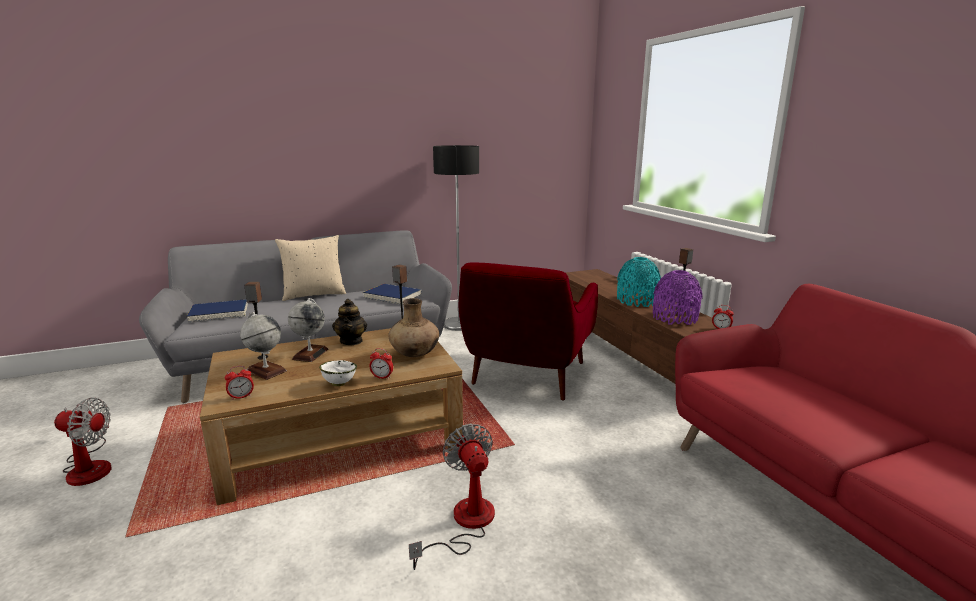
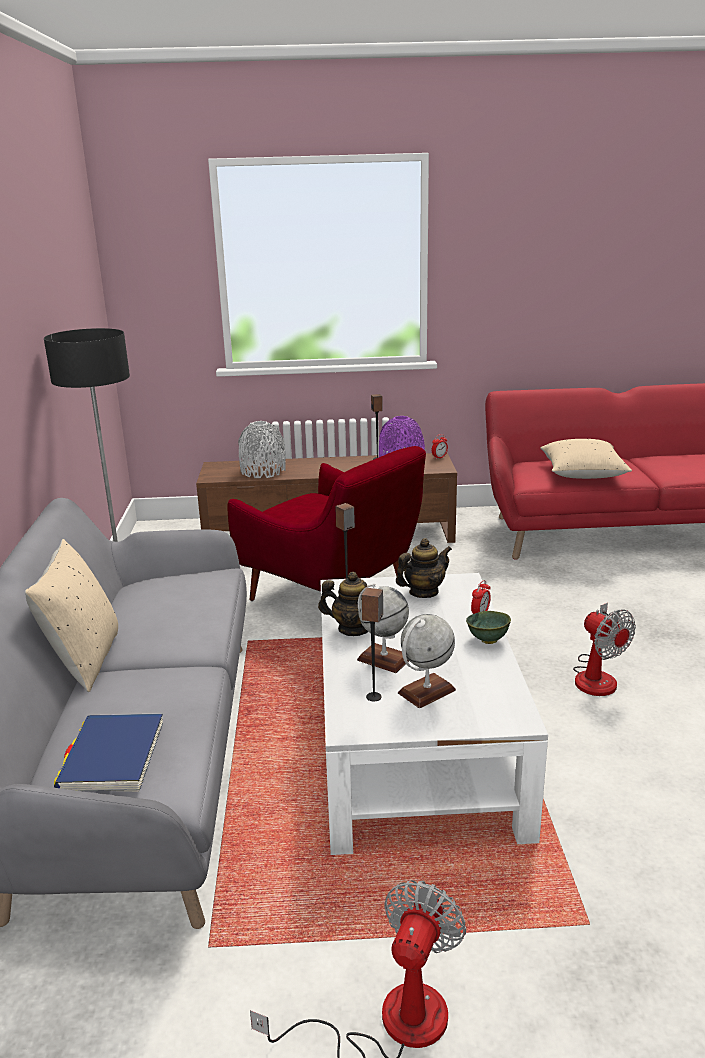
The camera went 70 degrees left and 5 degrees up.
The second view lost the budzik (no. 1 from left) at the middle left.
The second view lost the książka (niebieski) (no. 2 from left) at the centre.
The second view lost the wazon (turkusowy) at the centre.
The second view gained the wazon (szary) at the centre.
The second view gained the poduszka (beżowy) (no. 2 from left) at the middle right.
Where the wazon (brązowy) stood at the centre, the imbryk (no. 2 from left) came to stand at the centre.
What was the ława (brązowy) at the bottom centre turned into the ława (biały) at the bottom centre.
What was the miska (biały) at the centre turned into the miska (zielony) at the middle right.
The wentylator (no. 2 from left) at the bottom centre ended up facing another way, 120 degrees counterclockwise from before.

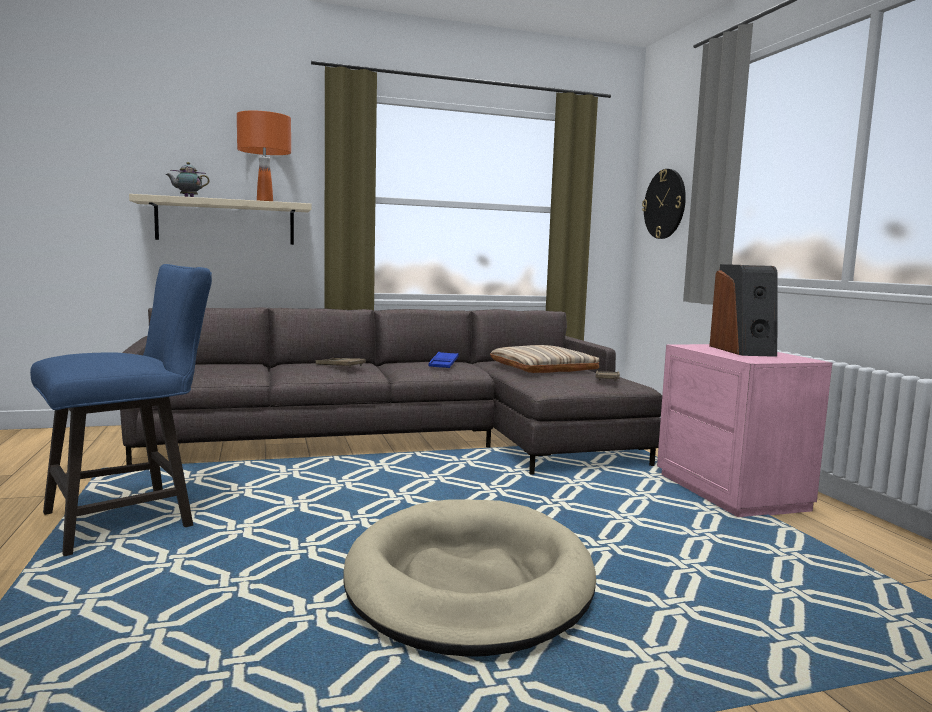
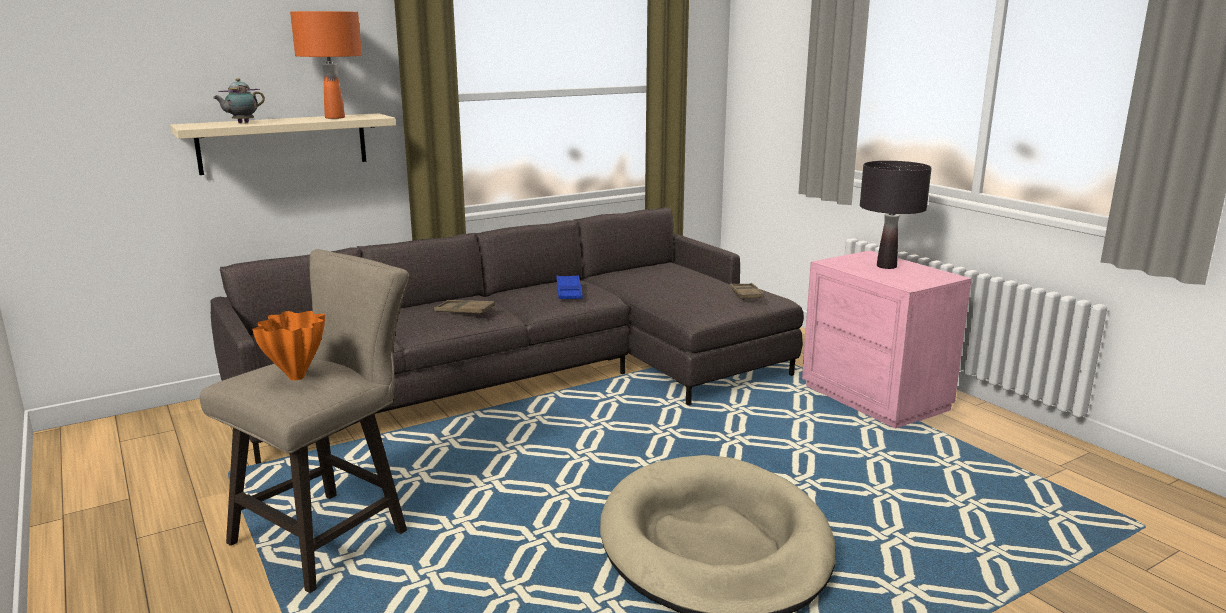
The camera went 15 degrees left and 10 degrees up.
The second view lost the poduszka (beżowy) at the centre.
The second view lost the zegar ścienny at the top right.
The second view gained the wazon (pomarańczowy) at the middle left.
Where the głośnik stood at the middle right, the lampa stołowa (czarny) came to stand at the middle right.
What was the stołek (niebieski) at the middle left turned into the stołek (beżowy) at the bottom left.

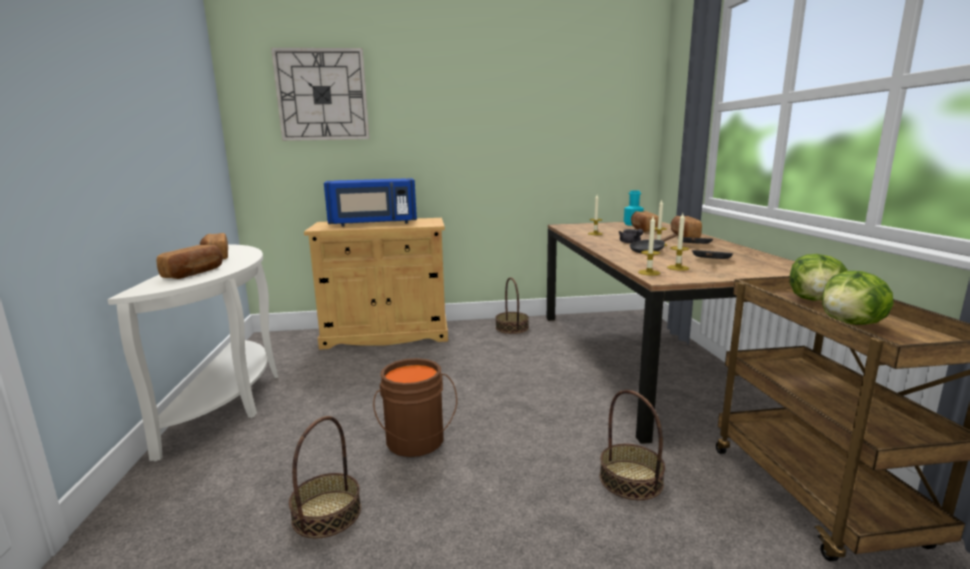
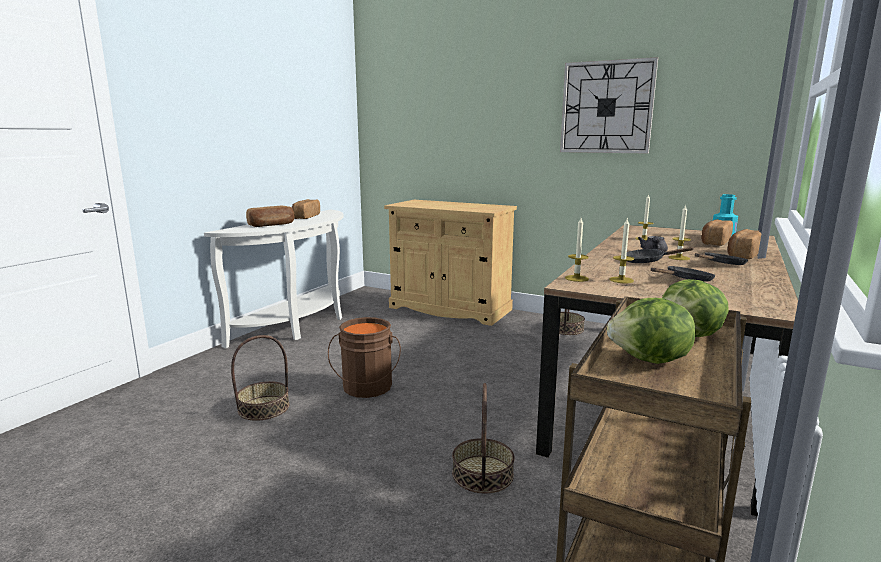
The camera went 35 degrees right and 0 degrees up.
The second view lost the mikrofalówka (niebieski) at the centre.
The zegar ścienny ended up elsewhere, having gone from the top left to the top right.

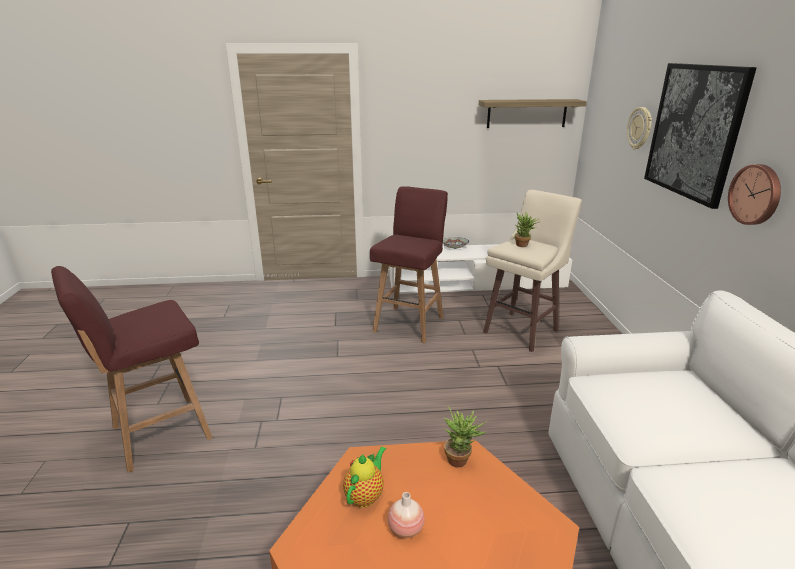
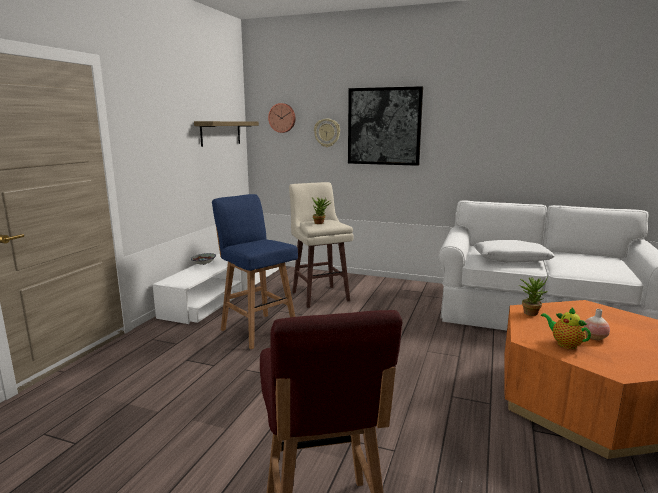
The camera went 65 degrees left and 10 degrees down.
The second view gained the poduszka (biały) at the middle right.
The zegar ścienny (no. 2 from left in the first image) ended up elsewhere, having gone from the middle right to the top centre.
What was the stołek (czerwony) (no. 2 from left) at the centre turned into the stołek (niebieski) at the centre.

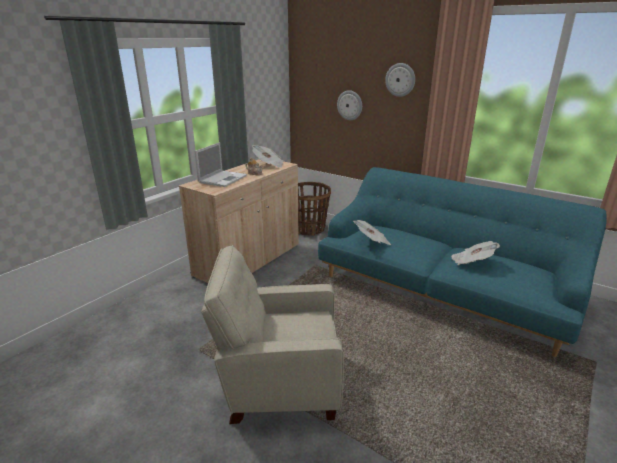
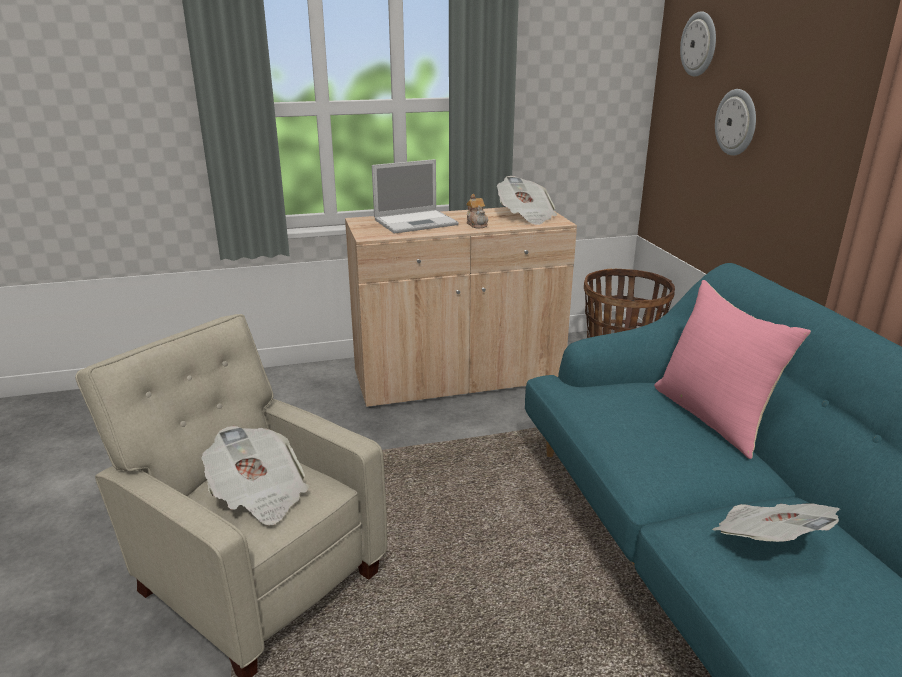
The camera went 40 degrees right and 0 degrees up.
The second view gained the poduszka (różowy) at the middle right.
The gazeta (no. 2 from left in the first image) ended up elsewhere, having gone from the centre to the bottom left.
The zegar ścienny (no. 2 from left in the first image) ended up elsewhere, having gone from the top centre to the top right.

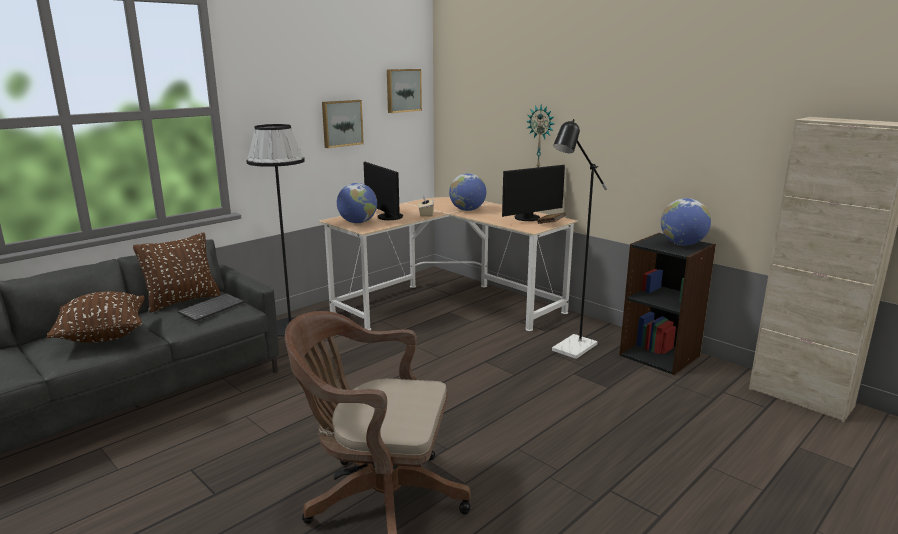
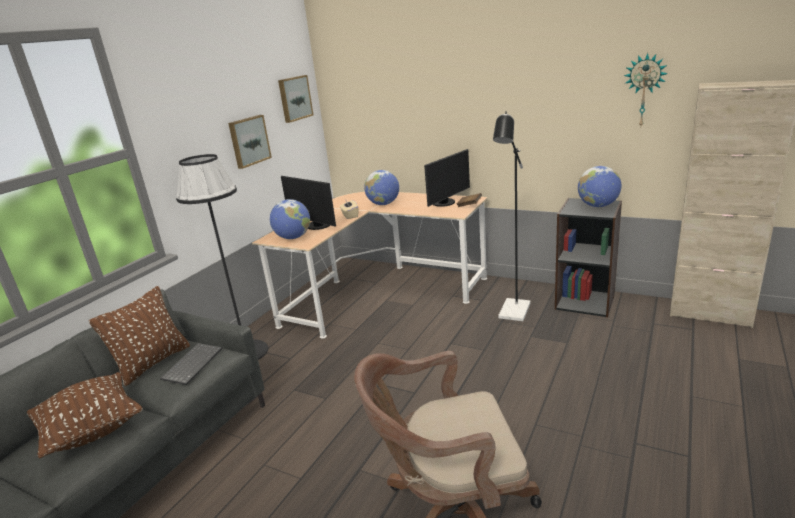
The camera went 15 degrees left and 5 degrees up.
The zegar ścienny ended up elsewhere, having gone from the top centre to the top right.

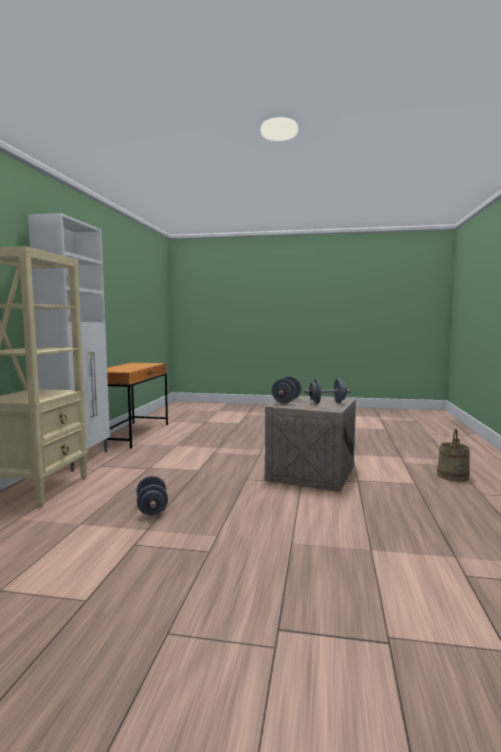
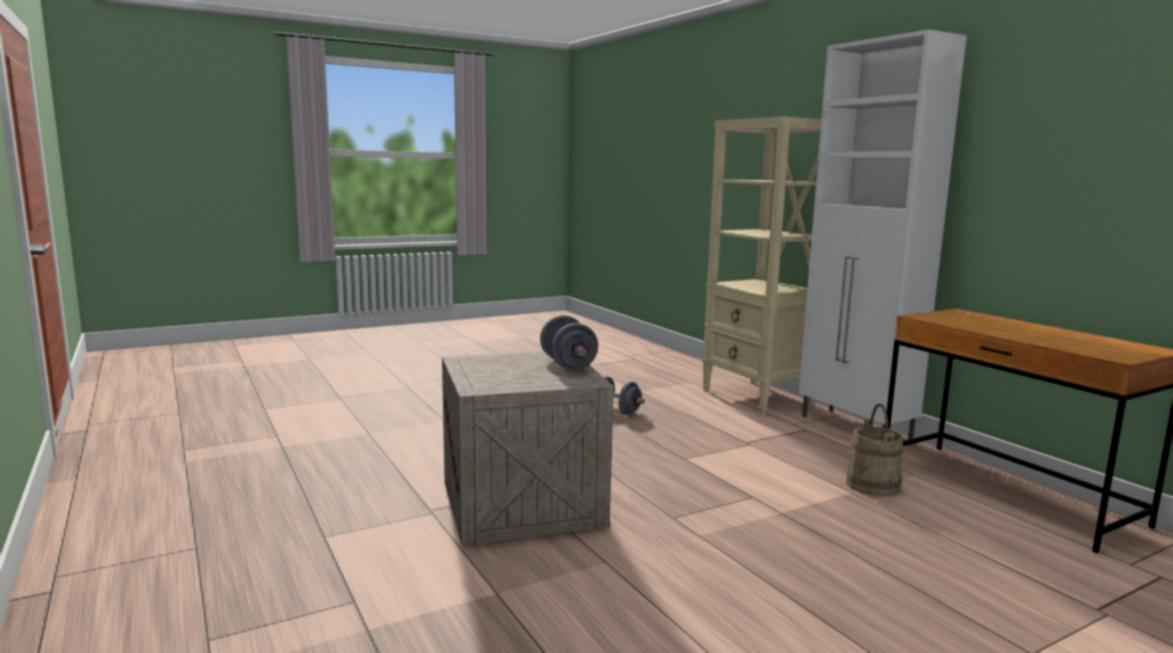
The camera went 140 degrees right and 5 degrees up.
The second view lost the hantel (szary) (no. 3 from left) at the centre.
The wiadro (beżowy) ended up elsewhere, having gone from the middle right to the bottom right.

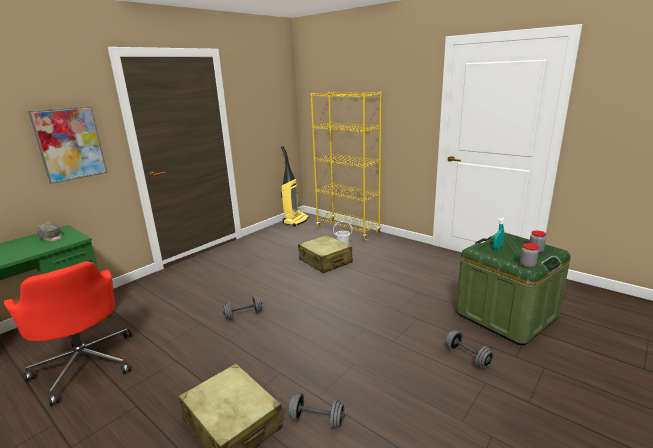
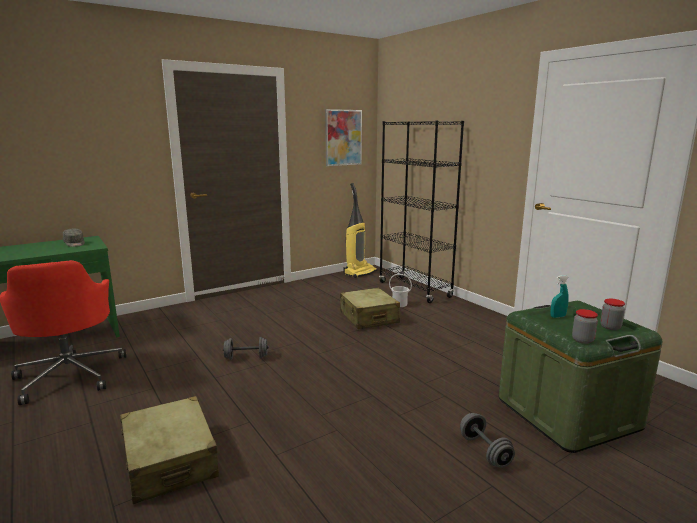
The camera went 15 degrees right and 5 degrees down.
The second view lost the hantel (szary) (no. 2 from left) at the bottom centre.
The obraz ended up elsewhere, having gone from the top left to the top centre.
What was the regał (żółty) at the centre turned into the regał (czarny) at the centre.

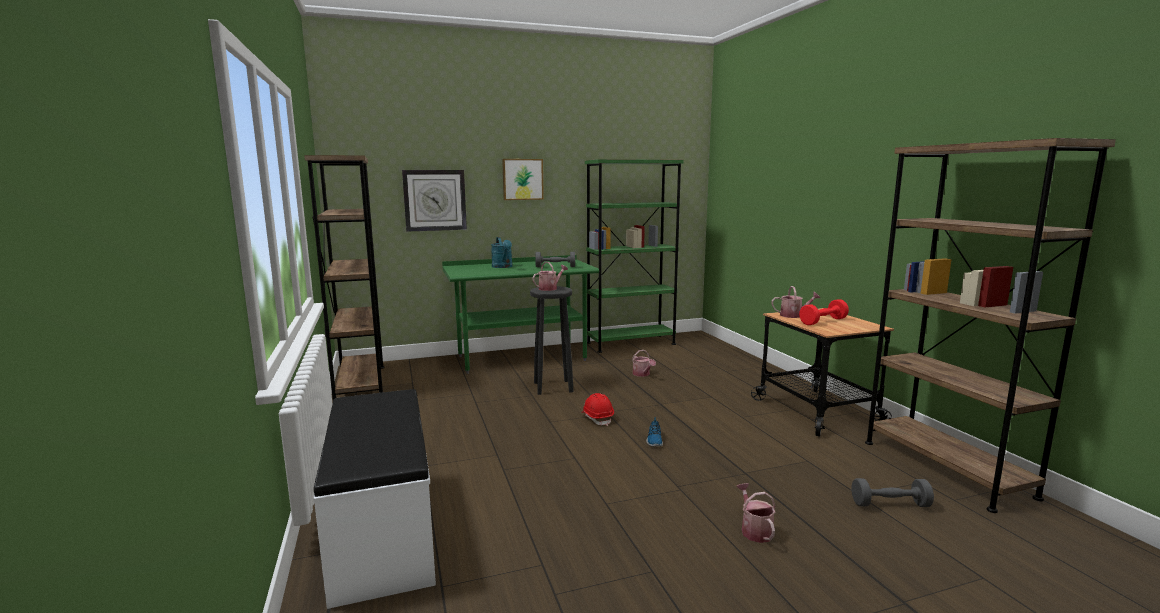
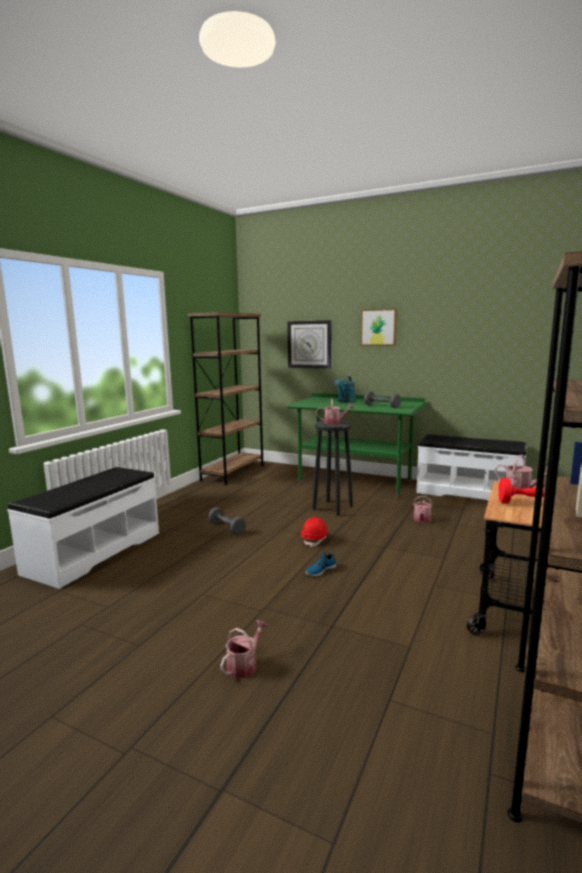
The camera went 45 degrees right and 0 degrees up.
The hantel (szary) (no. 2 from left in the first image) ended up elsewhere, having gone from the bottom right to the centre.
Where the regał (zielony) stood at the centre, the ławka (biały) (no. 2 from left) came to stand at the middle right.

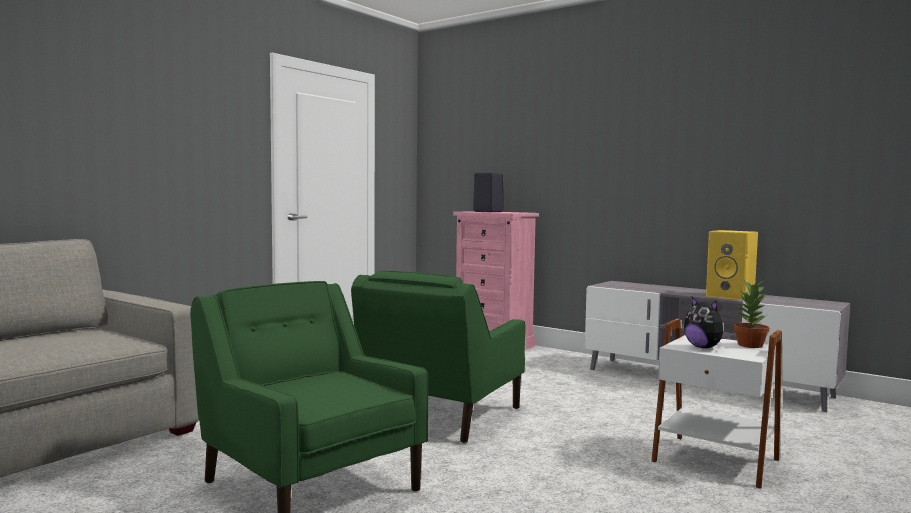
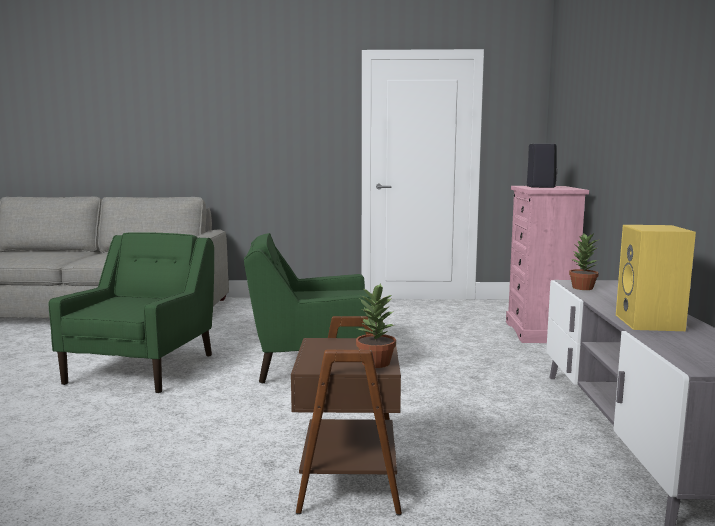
The camera went 55 degrees right and 5 degrees up.
The second view lost the pluszak at the middle right.
The second view gained the roślina doniczkowa (no. 2 from left) at the middle right.
What was the stolik (biały) at the bottom right turned into the stolik (brązowy) at the bottom centre.

